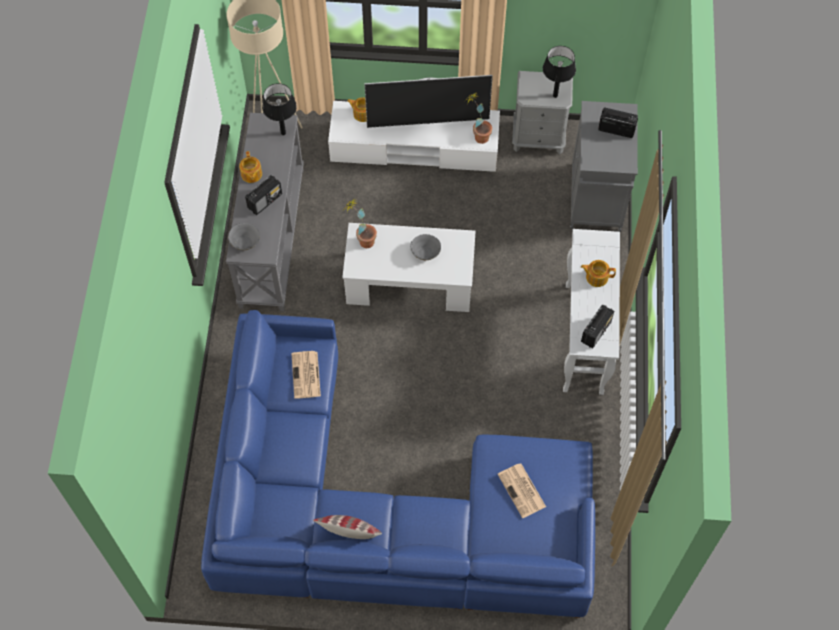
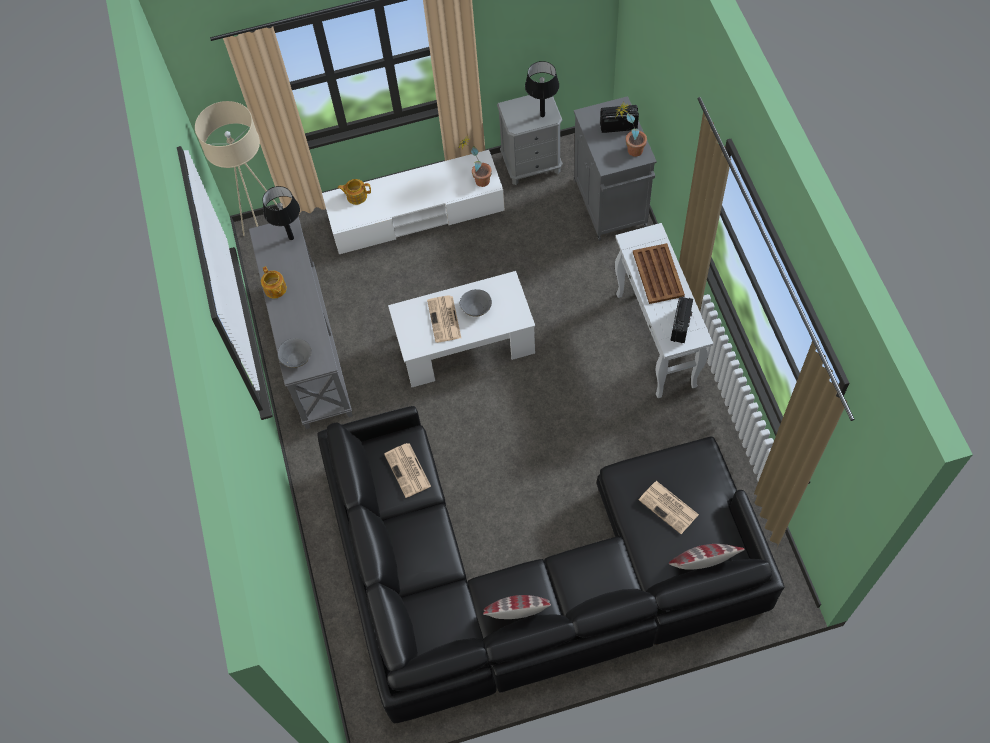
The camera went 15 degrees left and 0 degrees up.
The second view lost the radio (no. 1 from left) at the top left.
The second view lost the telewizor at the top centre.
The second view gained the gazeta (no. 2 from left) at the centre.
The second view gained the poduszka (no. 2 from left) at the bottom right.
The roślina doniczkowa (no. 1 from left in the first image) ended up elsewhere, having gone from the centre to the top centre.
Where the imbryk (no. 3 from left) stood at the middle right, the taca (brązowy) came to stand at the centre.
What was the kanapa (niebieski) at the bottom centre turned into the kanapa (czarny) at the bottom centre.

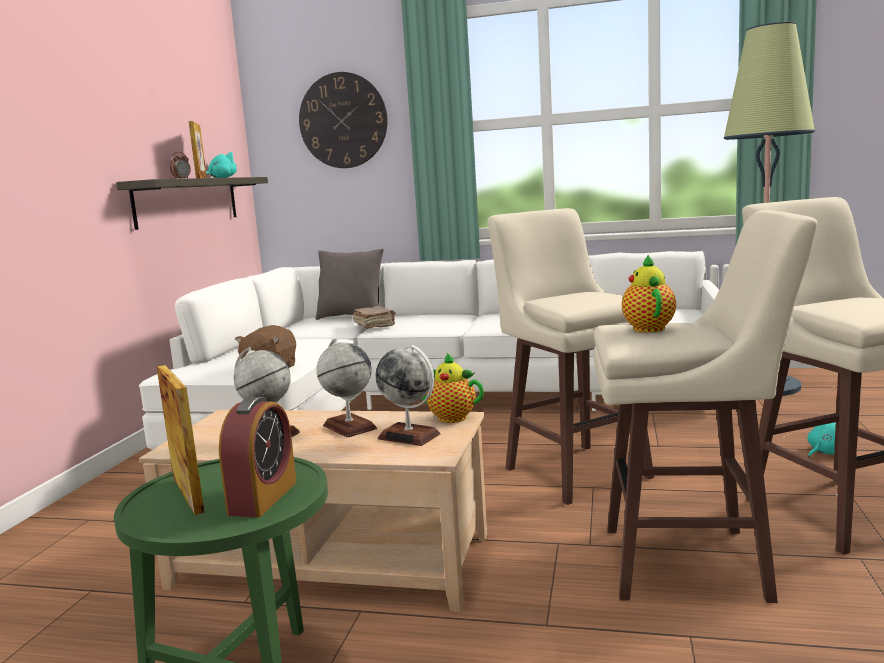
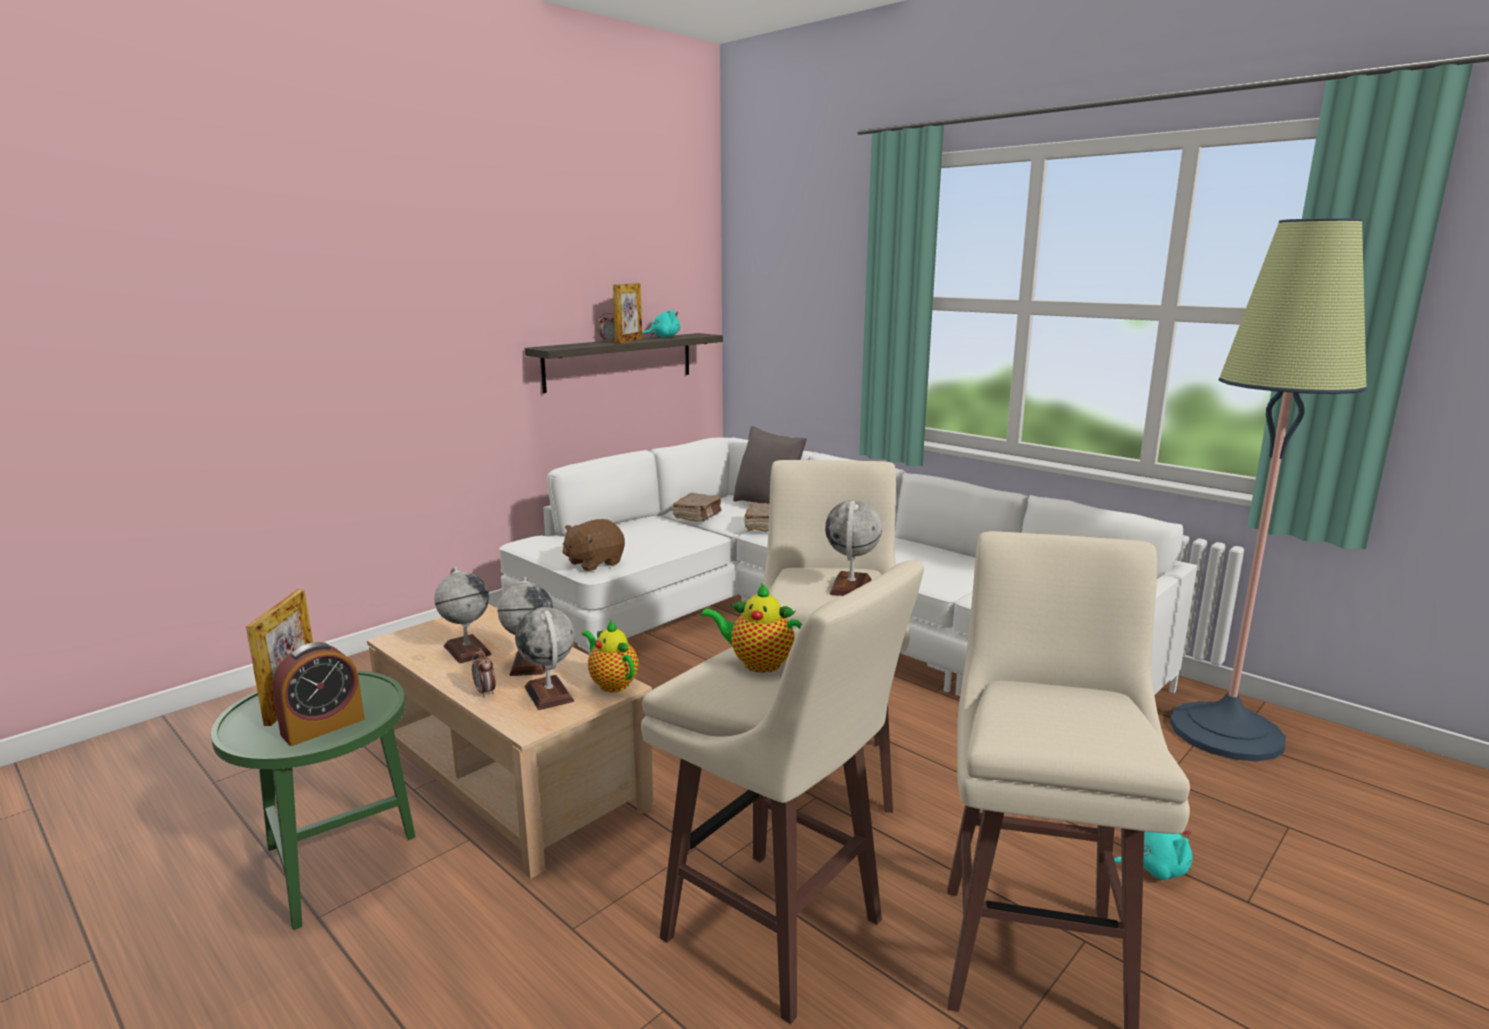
The camera went 30 degrees right and 5 degrees up.
The second view lost the zegar ścienny at the top centre.
The second view gained the budzik (no. 2 from left) at the middle left.
The second view gained the książka (brązowy) (no. 1 from left) at the centre.
The second view gained the globus (no. 4 from left) at the centre.
The imbryk (no. 2 from left) at the middle right ended up facing another way, 105 degrees counterclockwise from before.

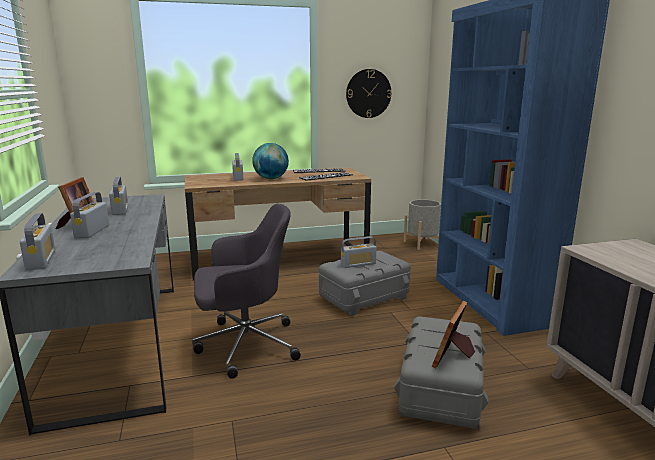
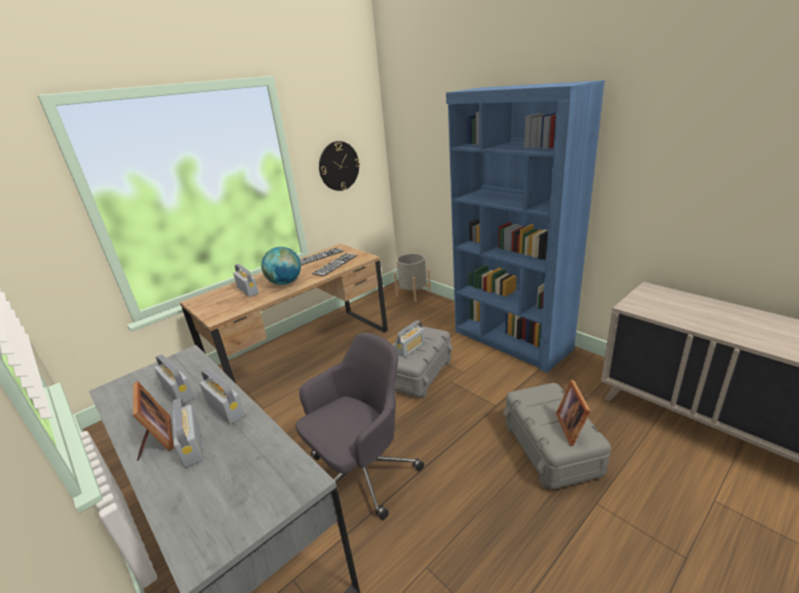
The camera went 25 degrees left and 10 degrees up.
The radio (no. 1 from left in the first image) ended up elsewhere, having gone from the middle left to the bottom left.

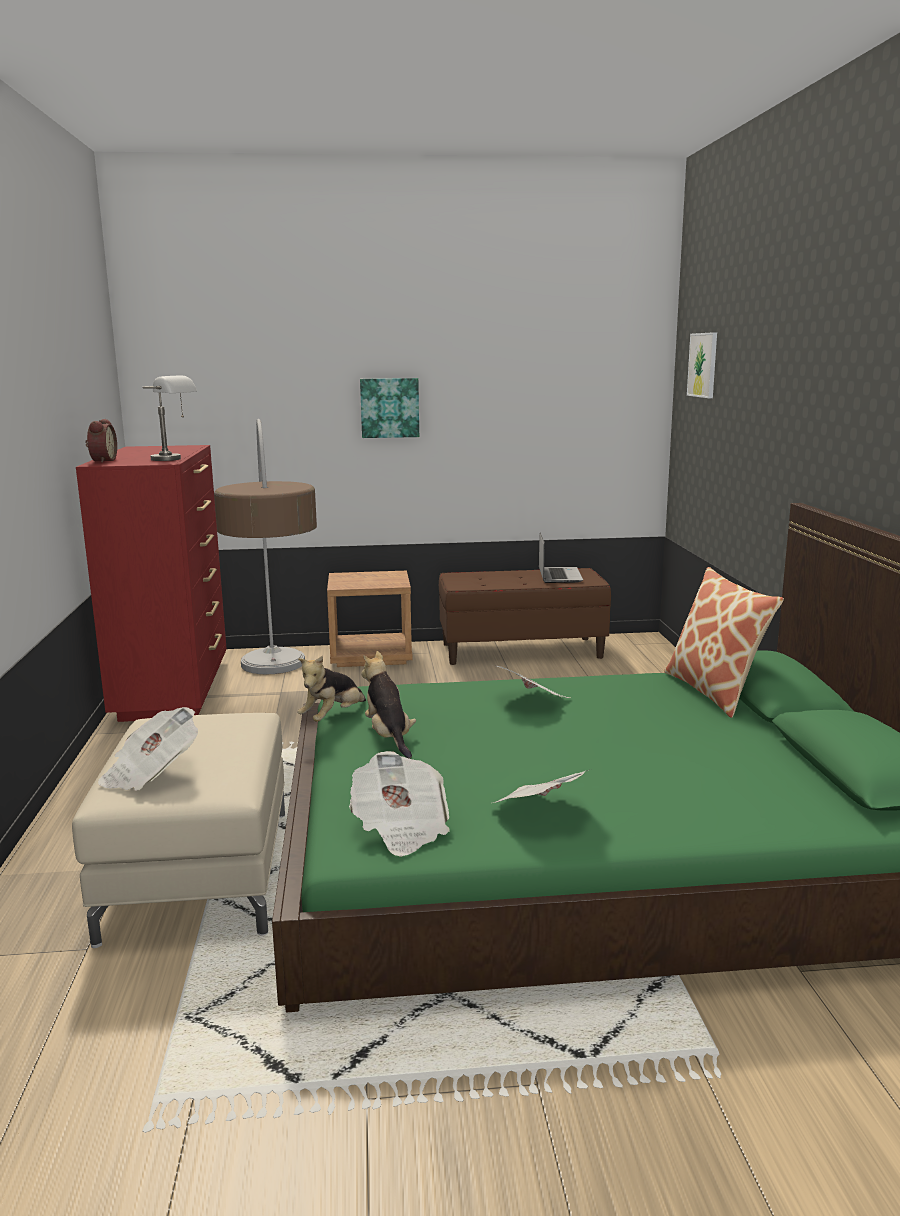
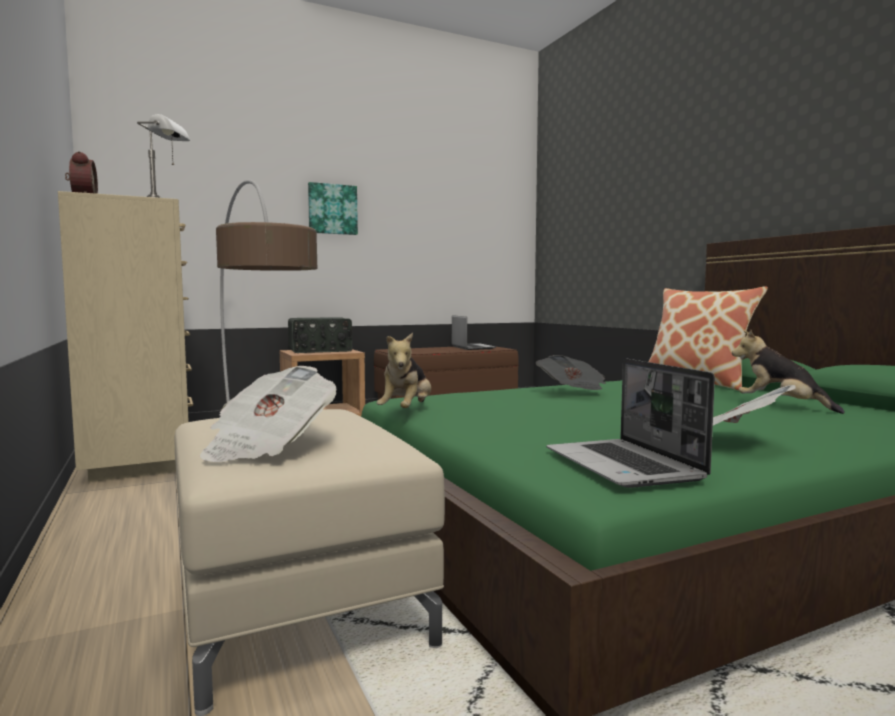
The camera went 20 degrees left and 10 degrees down.
The second view lost the obraz (no. 2 from left) at the top right.
The second view gained the radio at the centre.
The pluszak (no. 2 from left) ended up elsewhere, having gone from the centre to the middle right.
Where the gazeta (no. 2 from left) stood at the centre, the laptop (no. 2 from left) came to stand at the middle right.
What was the komoda (czerwony) at the middle left turned into the komoda (beżowy) at the middle left.

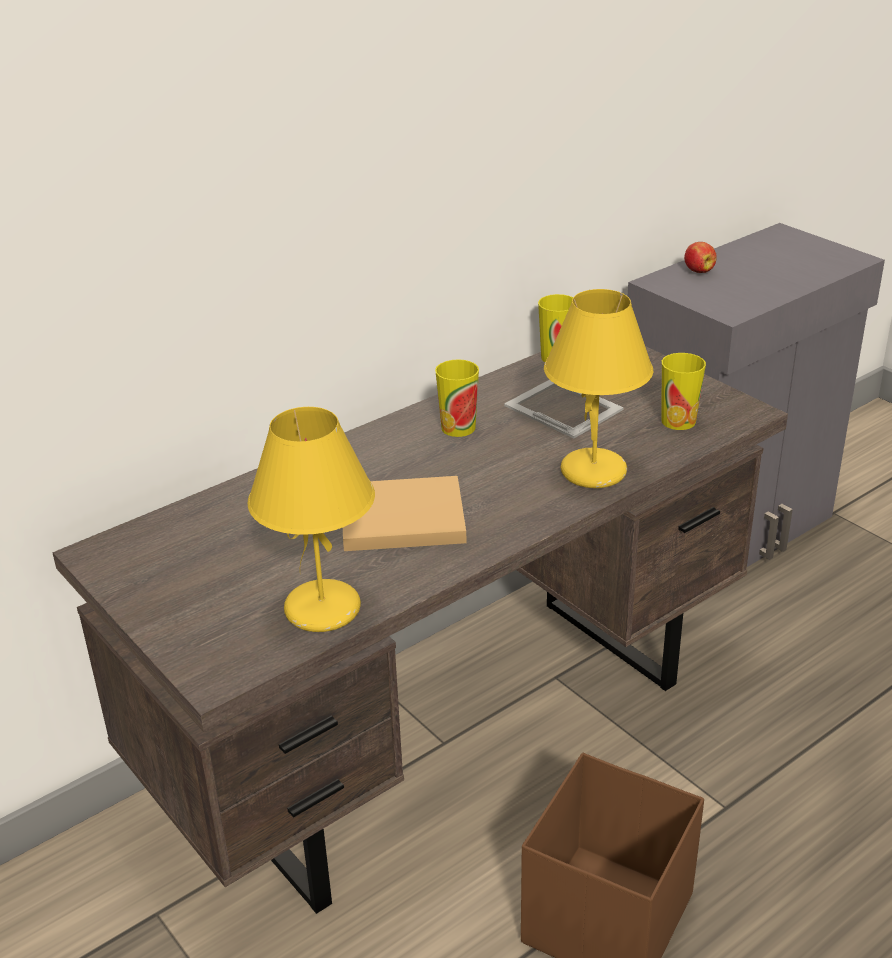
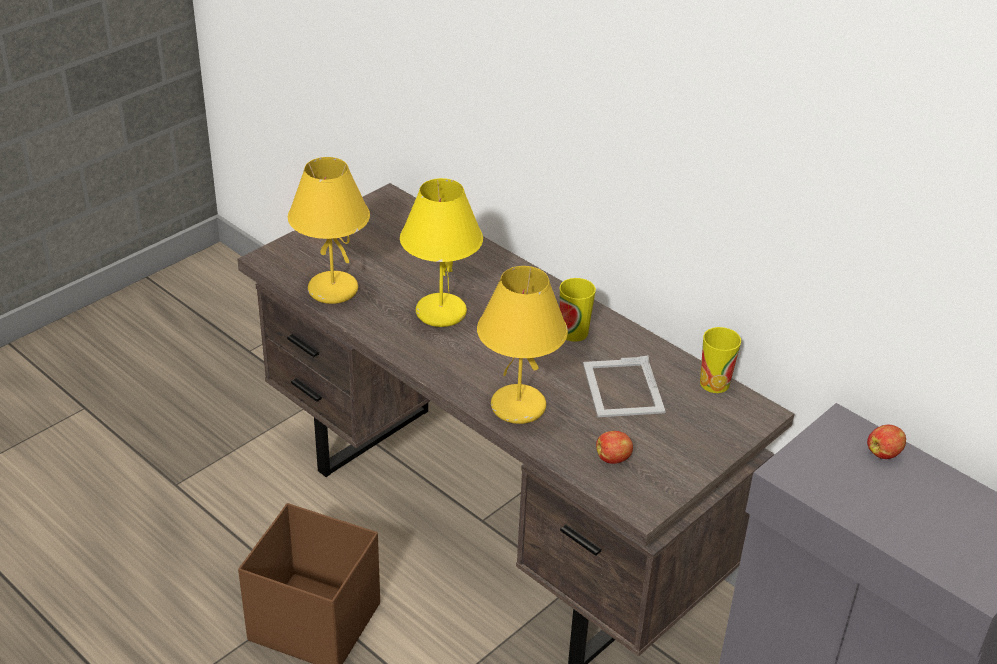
The camera went 80 degrees right and 5 degrees up.
Where the książka (beżowy) stood at the centre, the lampa stołowa (żółty) (no. 2 from left) came to stand at the centre.
Where the filiżanka (no. 3 from left) stood at the middle right, the jabłko (no. 1 from left) came to stand at the bottom centre.
The ramka na zdjęcie at the centre ended up facing another way, 135 degrees clockwise from before.

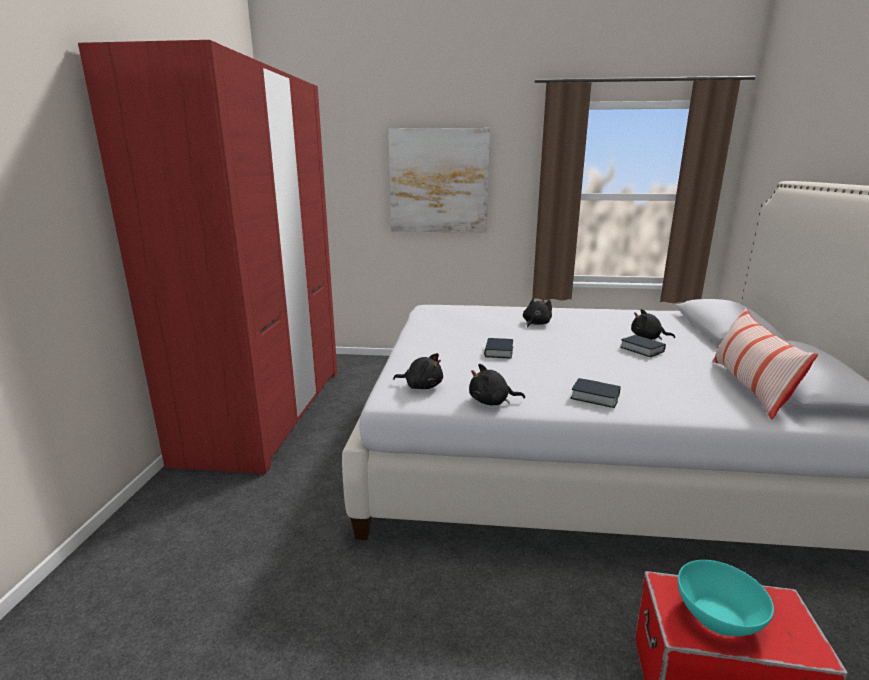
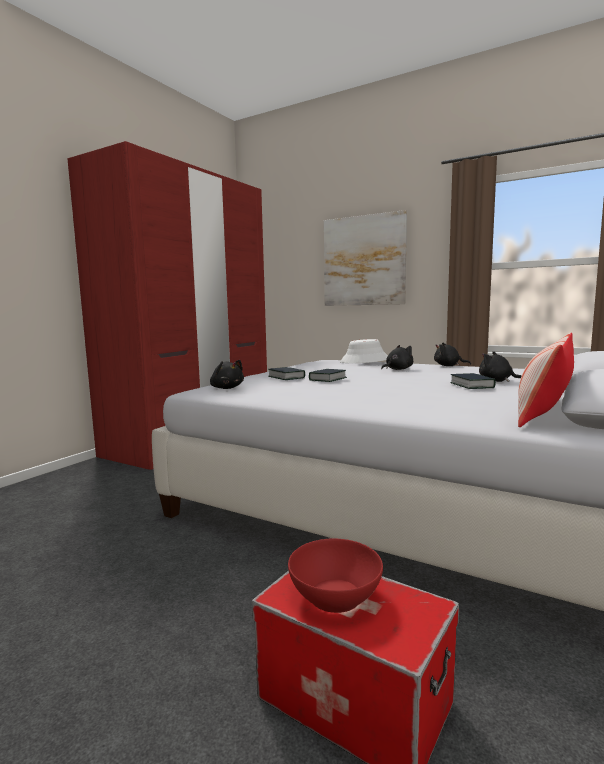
The camera went 25 degrees right and 10 degrees down.
The second view gained the kapelusz (biały) at the centre.
The pluszak (czarny) (no. 2 from left in the first image) ended up elsewhere, having gone from the centre to the middle right.
The książka (no. 2 from left in the first image) ended up elsewhere, having gone from the middle right to the centre.
What was the miska (turkusowy) at the bottom right turned into the miska (czerwony) at the bottom centre.

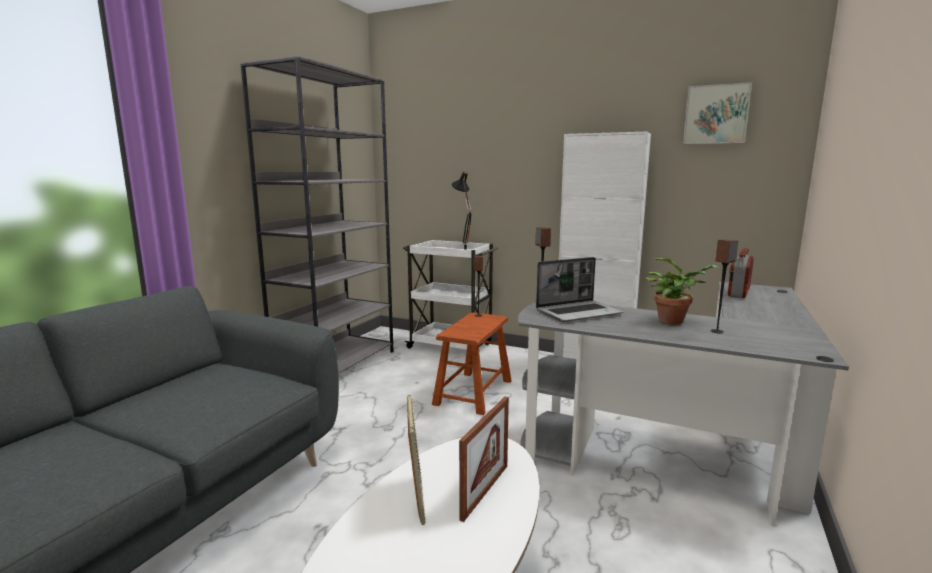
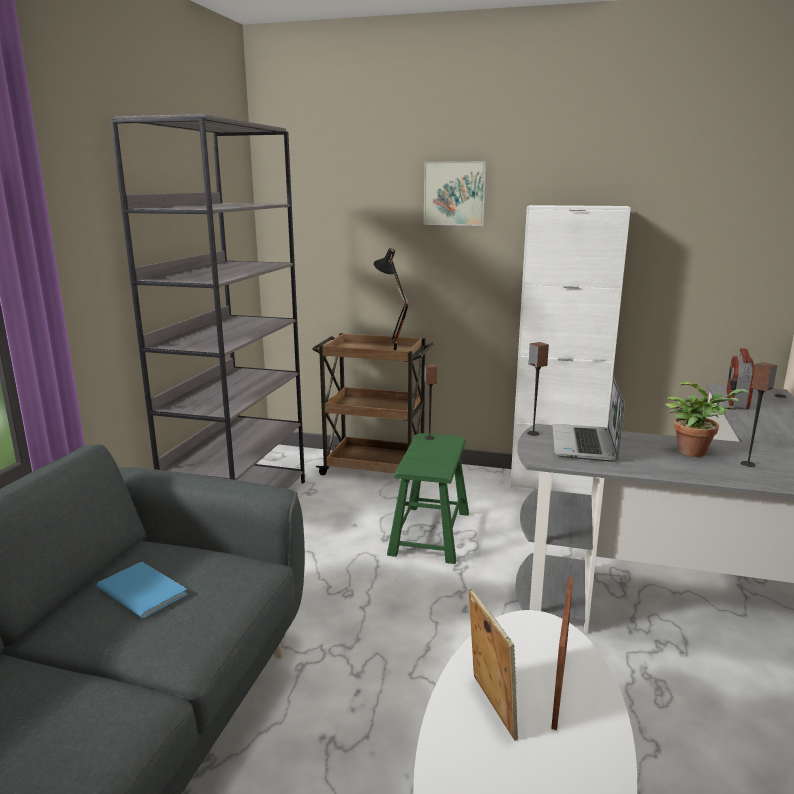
The camera went 10 degrees left and 5 degrees up.
The second view gained the książka (niebieski) at the bottom left.
The obraz ended up elsewhere, having gone from the top right to the top centre.
What was the wózek (biały) at the centre turned into the wózek (brązowy) at the centre.
What was the stołek (brązowy) at the centre turned into the stołek (zielony) at the centre.
The laptop at the centre ended up facing another way, 135 degrees clockwise from before.

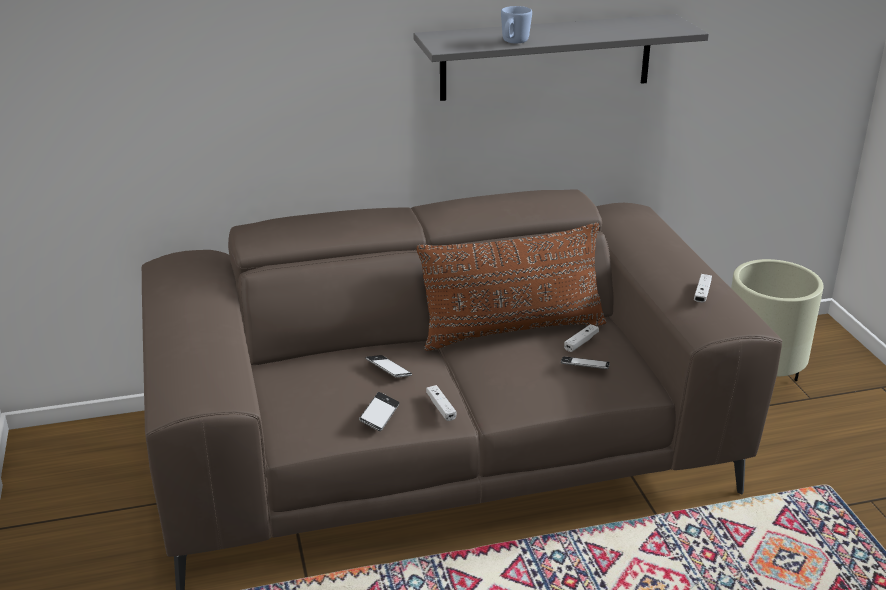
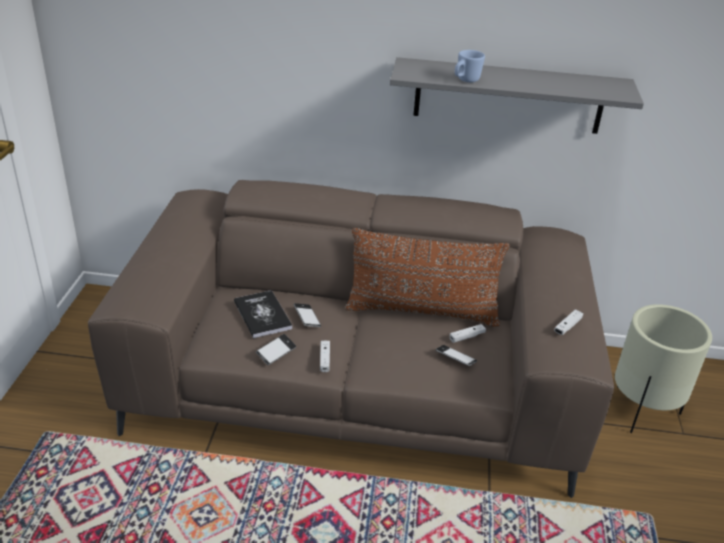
The camera went 20 degrees right and 5 degrees up.
The second view gained the książka at the centre.

